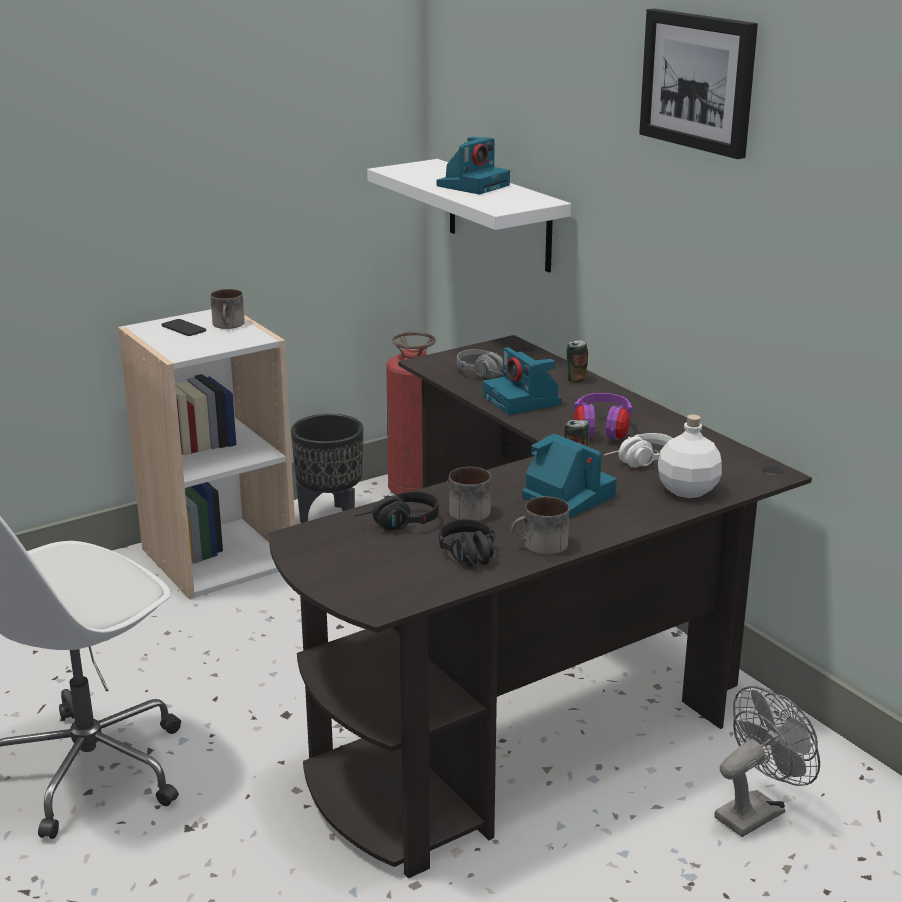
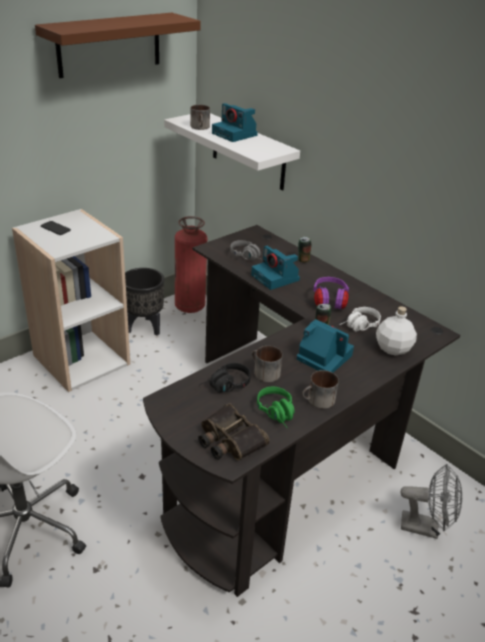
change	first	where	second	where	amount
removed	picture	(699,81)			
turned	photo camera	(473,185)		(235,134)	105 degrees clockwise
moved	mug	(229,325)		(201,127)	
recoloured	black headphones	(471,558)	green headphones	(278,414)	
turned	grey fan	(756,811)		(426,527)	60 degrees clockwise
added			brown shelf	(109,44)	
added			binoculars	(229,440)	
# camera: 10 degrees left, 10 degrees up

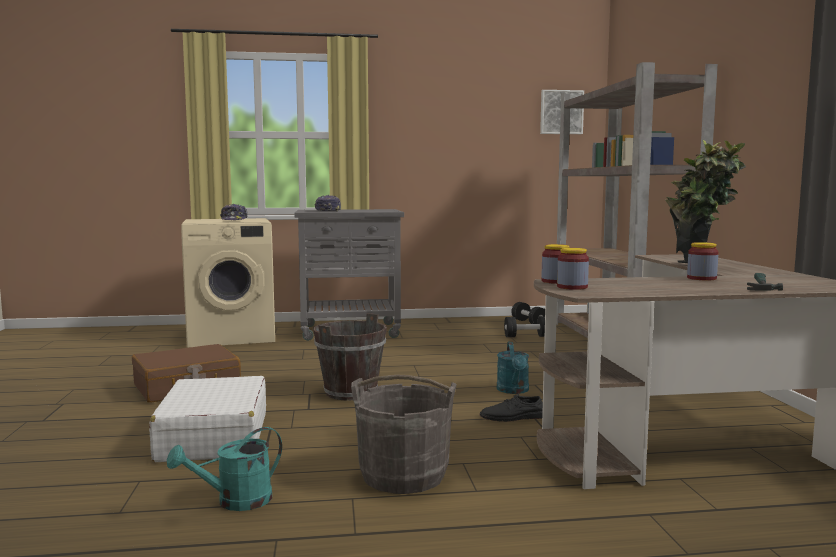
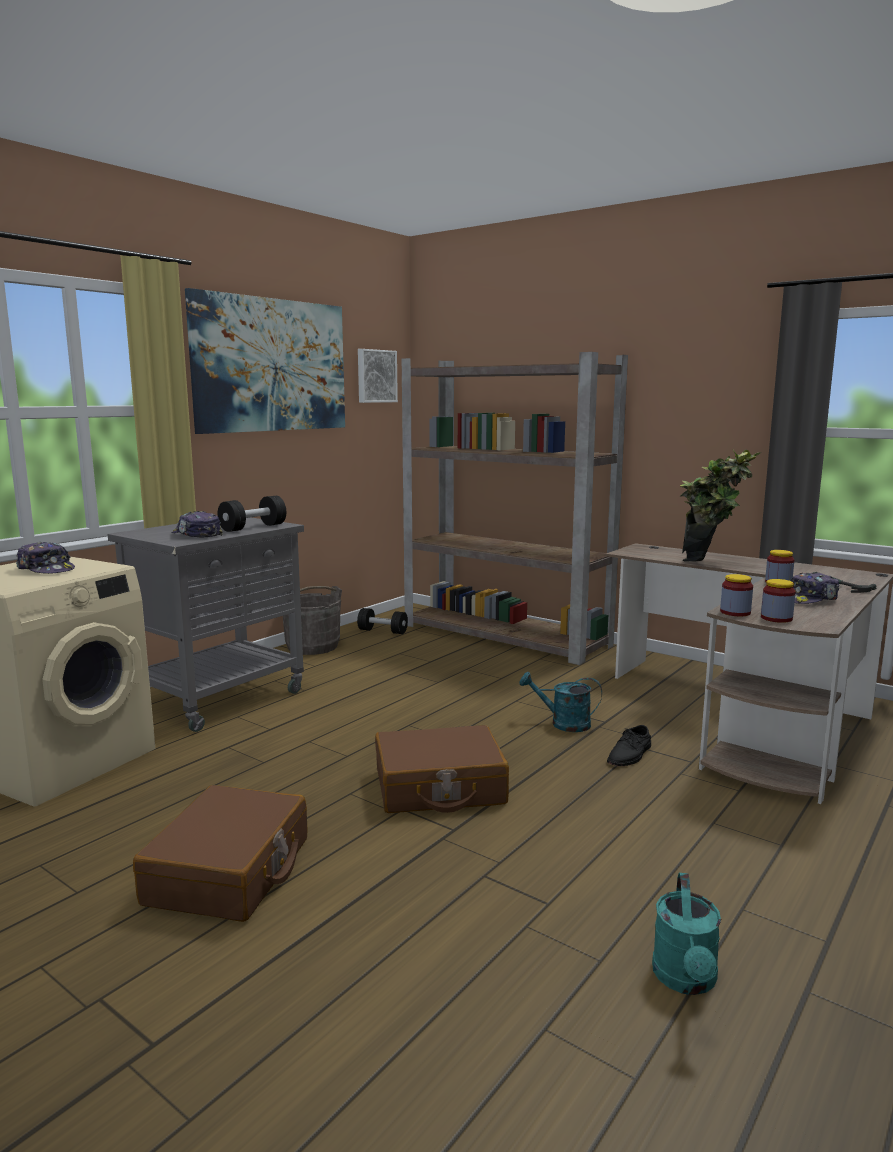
change	first	where	second	where	amount
replaced	brown bucket	(351,392)	brown suitcase	(439,787)	
moved	black dumbbell	(526,336)		(253,528)	
turned	turquoise watering can	(513,391)		(563,724)	150 degrees clockwise
moved	grey bucket	(403,475)		(312,647)	
removed	white suitcase	(213,437)			
added			picture	(271,365)	
added			cap	(809,599)	
# camera: 45 degrees left, 5 degrees up

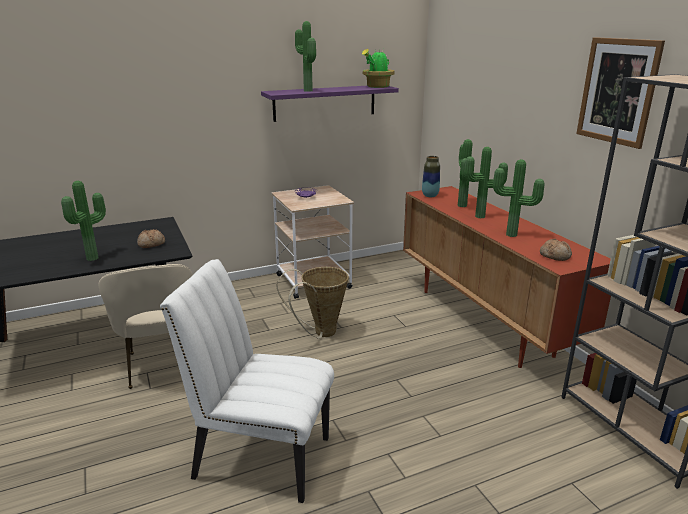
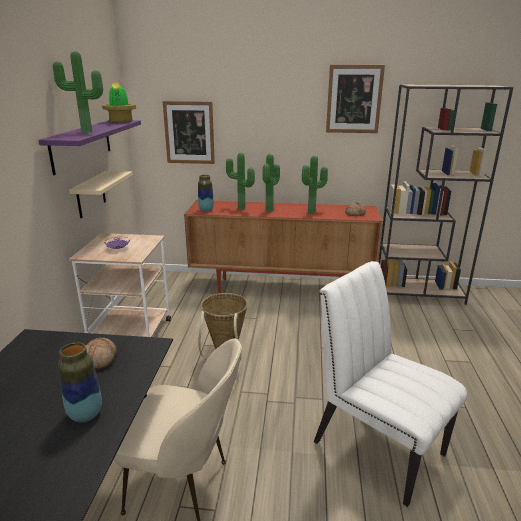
change	first	where	second	where	amount
replaced	potted plant	(94,258)	vase	(85,414)	
turned	white chair	(263,458)		(379,448)	90 degrees clockwise
added			picture	(189,132)	
added			beige shelf	(91,194)	
# camera: 60 degrees left, 0 degrees up

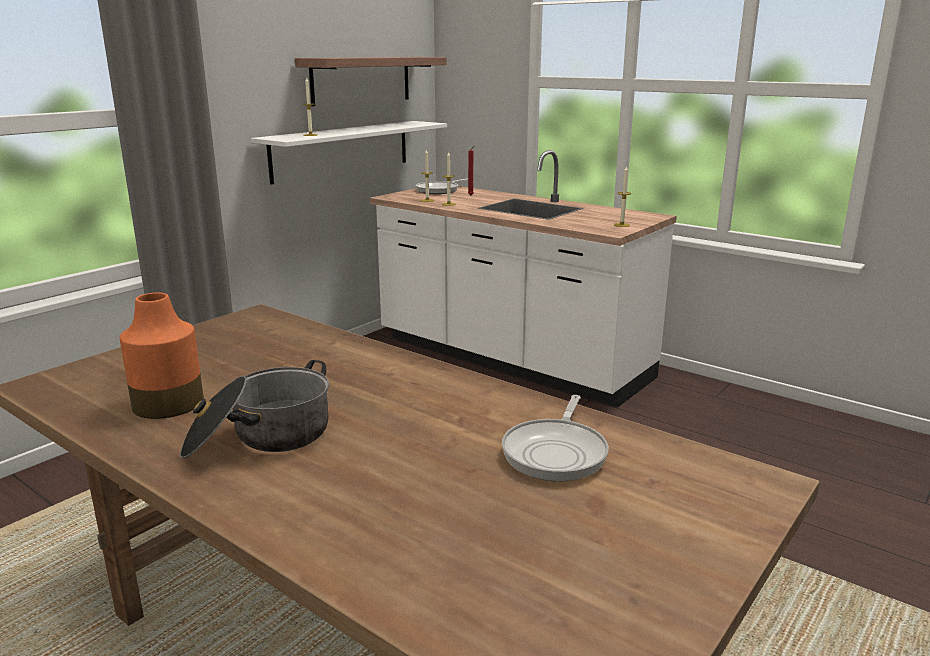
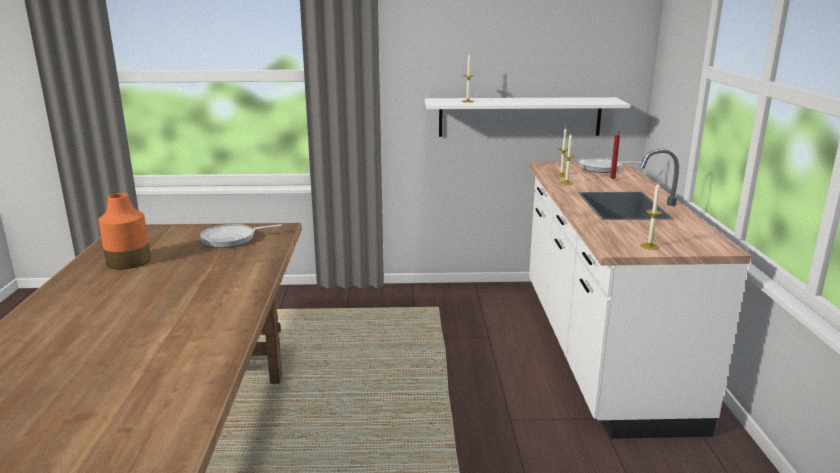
change	first	where	second	where	amount
removed	shelf	(361,80)			
removed	cooking pot	(260,438)			
moved	frying pan	(556,452)		(232,239)	
# camera: 50 degrees right, 0 degrees up

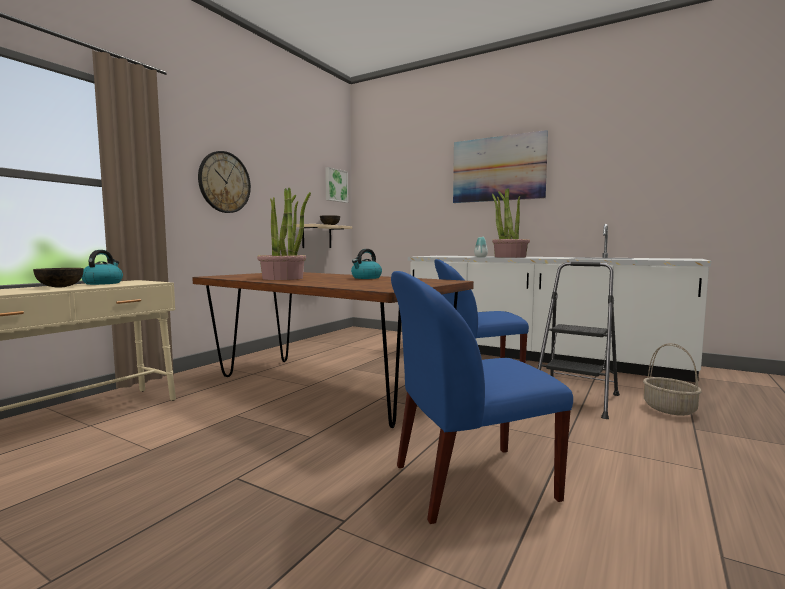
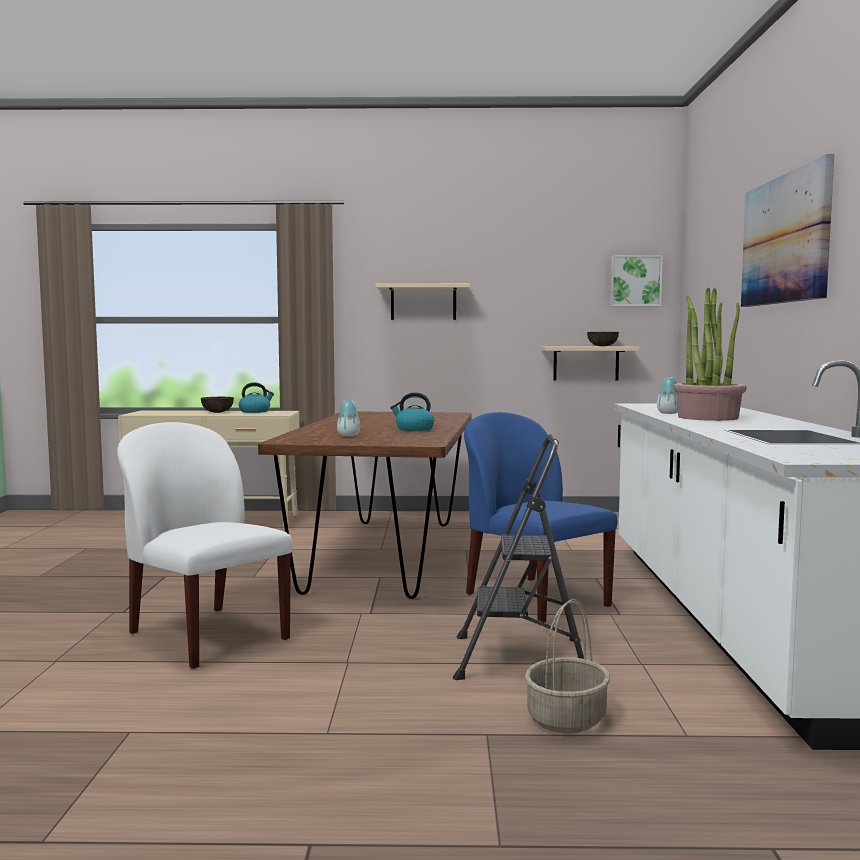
change	first	where	second	where	amount
replaced	wall clock	(224,182)	beige shelf	(423,302)	
removed	potted plant	(283,278)			
recoloured	blue chair	(469,483)	white chair	(206,635)	
added			vase	(348,435)	
# camera: 60 degrees right, 0 degrees up

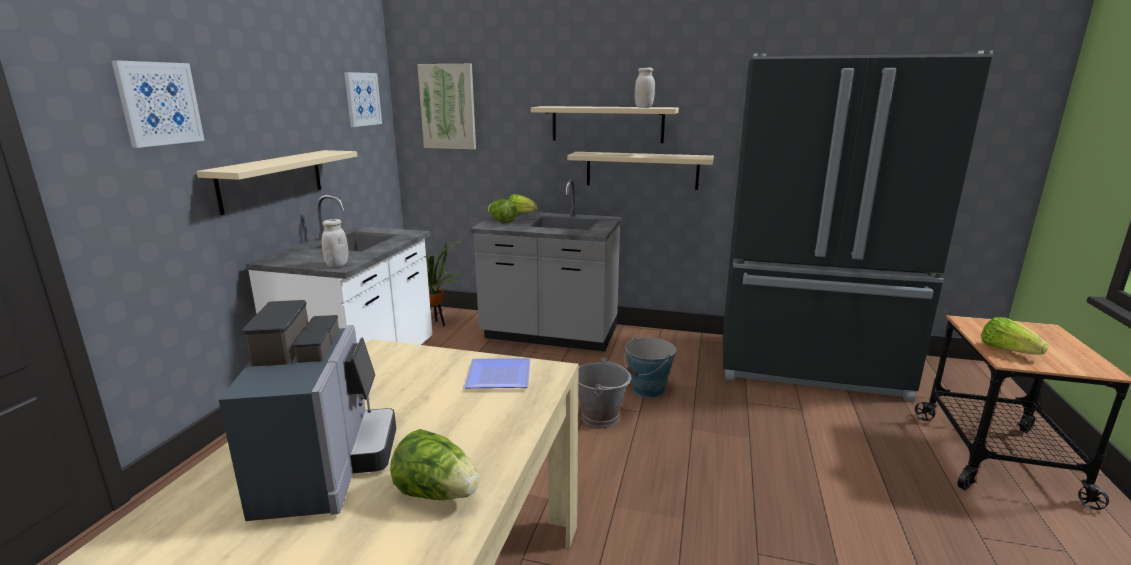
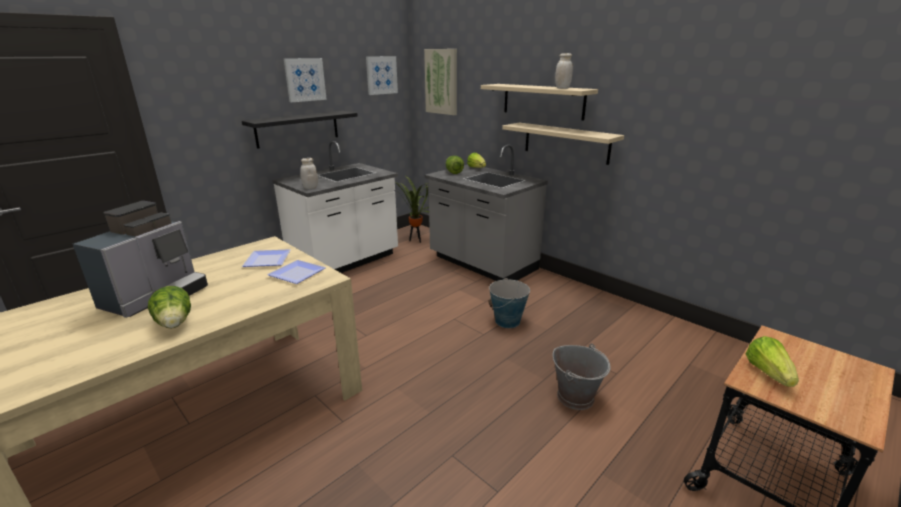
change	first	where	second	where	amount
removed	black fridge	(809,367)			
moved	picture	(159,103)		(305,79)	
recoloured	beige shelf	(272,180)	black shelf	(297,129)	
moved	grey bucket	(600,416)		(576,397)	
added			plate	(266,261)	
# camera: 30 degrees right, 5 degrees up

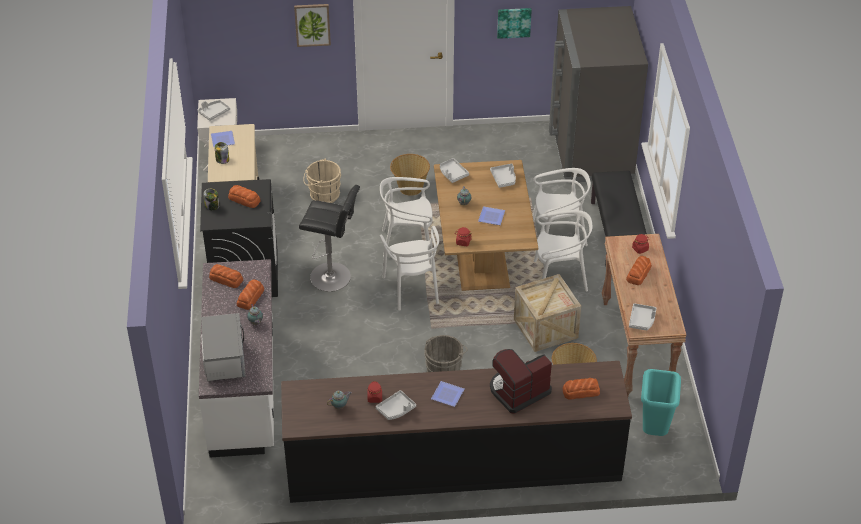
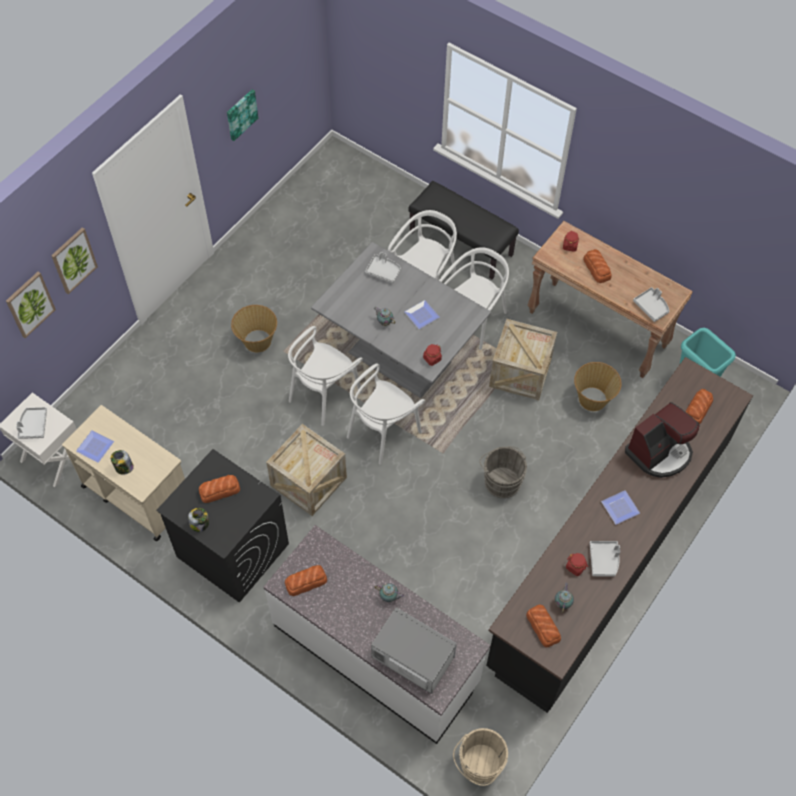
change	first	where	second	where	amount
removed	grey fridge	(591,151)			
removed	grey tray	(452,174)			
moved	beige bucket	(322,194)		(479,765)	
recoloured	brown dining table	(482,260)	grey dining table	(400,356)	
replaced	black stool	(333,277)	crate	(308,482)	
turned	white chair	(412,289)		(383,432)	105 degrees clockwise
moved	bread	(251,297)		(543,626)	
turned	coffee machine	(518,391)		(659,452)	135 degrees counterclockwise
added			picture	(30,304)	
# camera: 50 degrees left, 15 degrees up

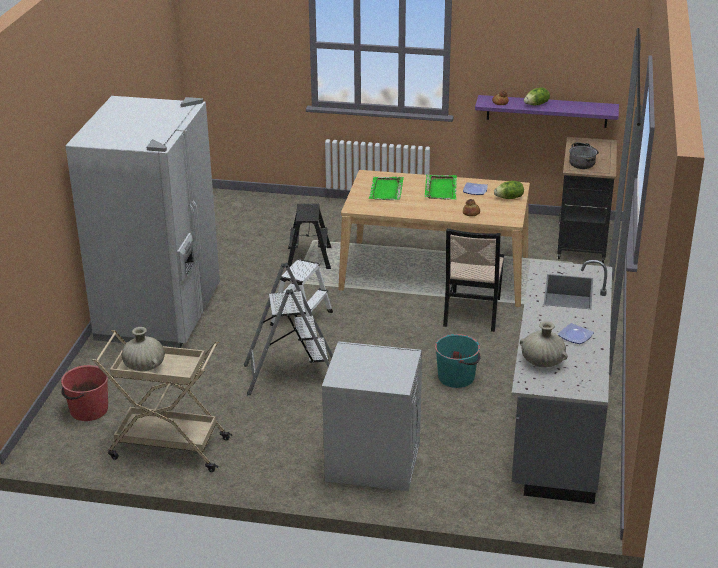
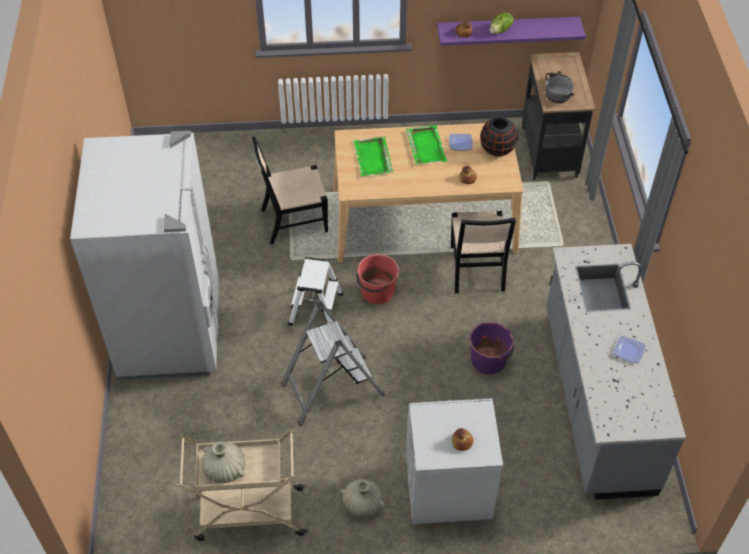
change	first	where	second	where	amount
replaced	lettuce	(509,198)	black vase	(497,149)	
replaced	black step ladder	(309,258)	chair	(294,221)	
moved	beige vase	(542,362)		(362,504)	
recoloured	turquoise bucket	(457,377)	purple bucket	(489,360)	
moved	red bucket	(88,410)		(377,292)	
added			bread	(462,442)	
# camera: 15 degrees left, 20 degrees up

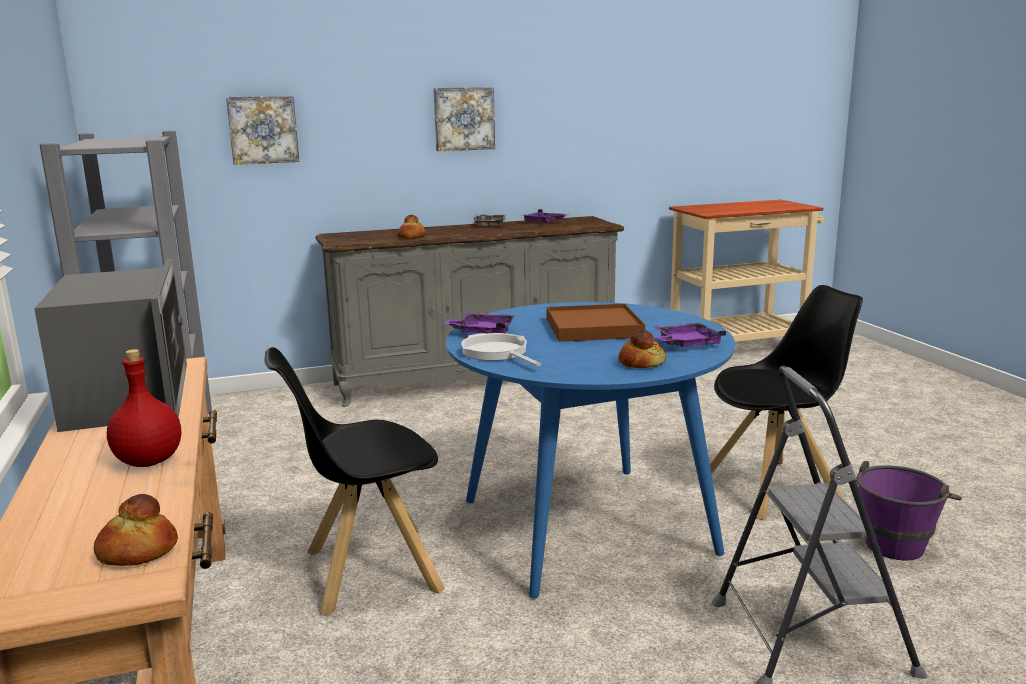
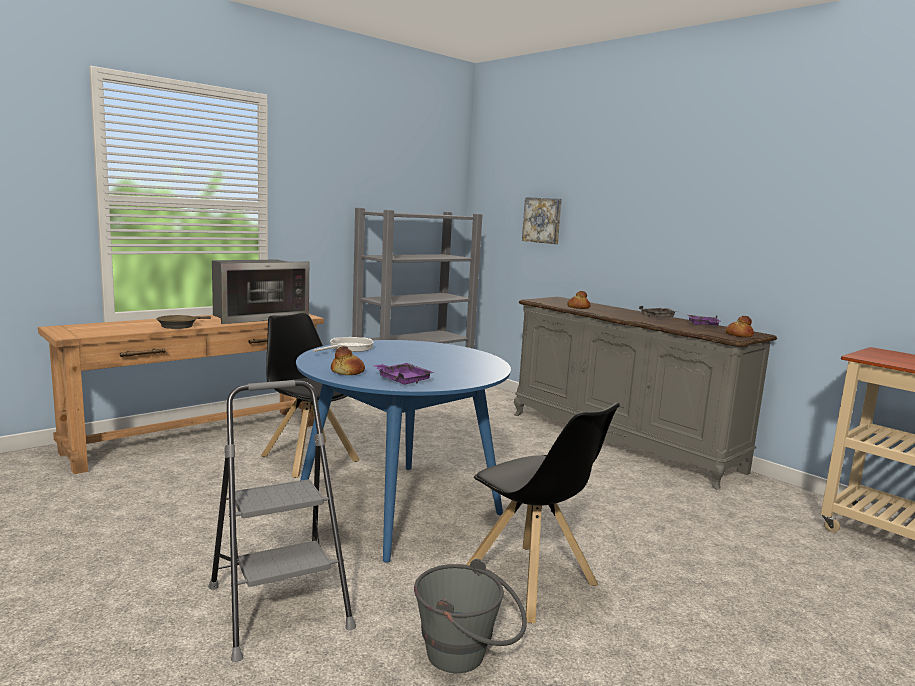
change	first	where	second	where	amount
removed	picture	(463,119)			
removed	brown tray	(594,328)			
removed	purple tray	(482,332)			
replaced	red bottle	(149,462)	brown frying pan	(179,325)	
recoloured	purple bucket	(898,541)	grey bucket	(467,657)	
moved	bread	(136,552)		(738,335)	
# camera: 65 degrees right, 5 degrees down

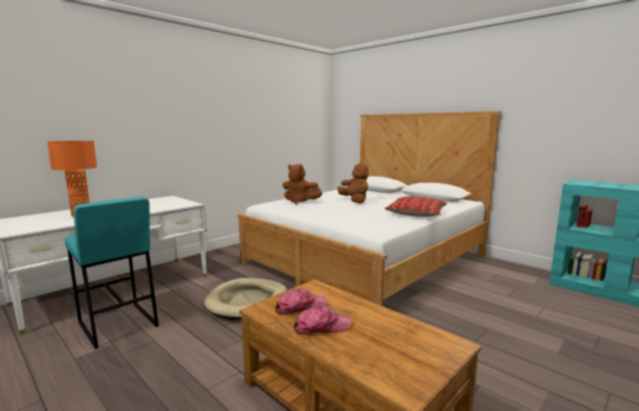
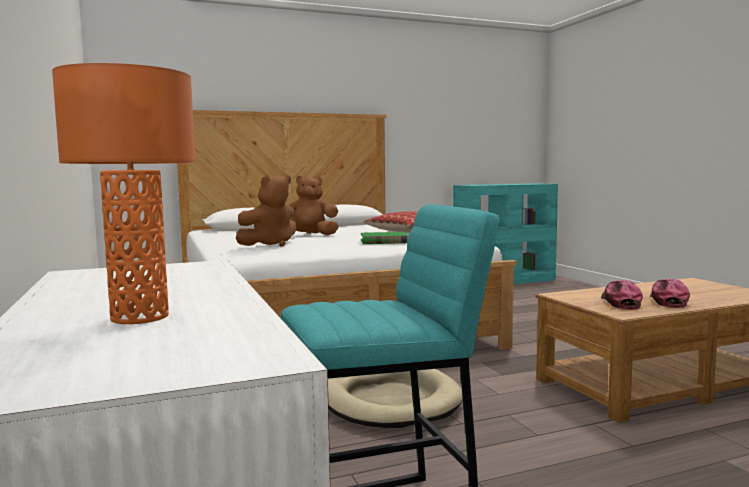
change	first	where	second	where	amount
added			green book	(384,241)	
# camera: 65 degrees left, 5 degrees down

